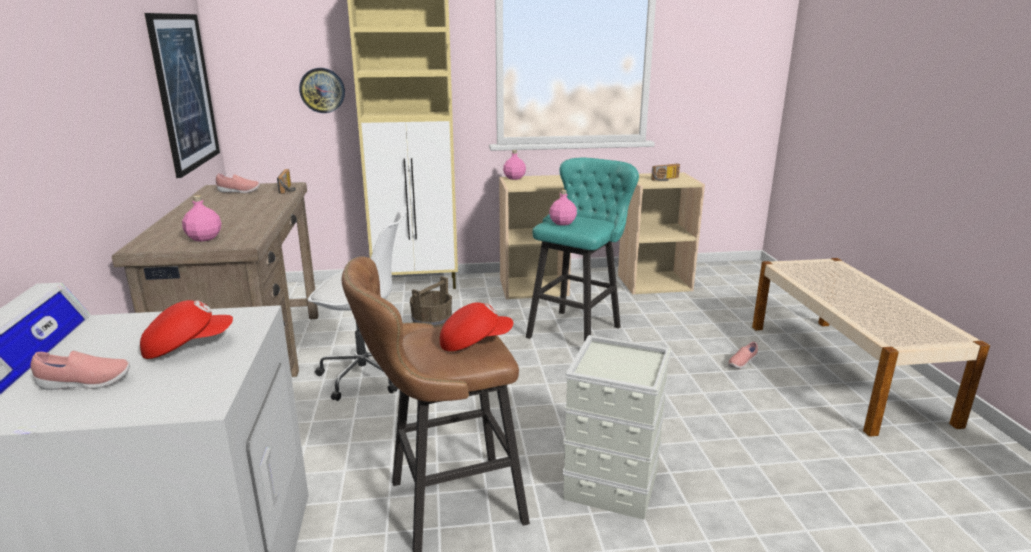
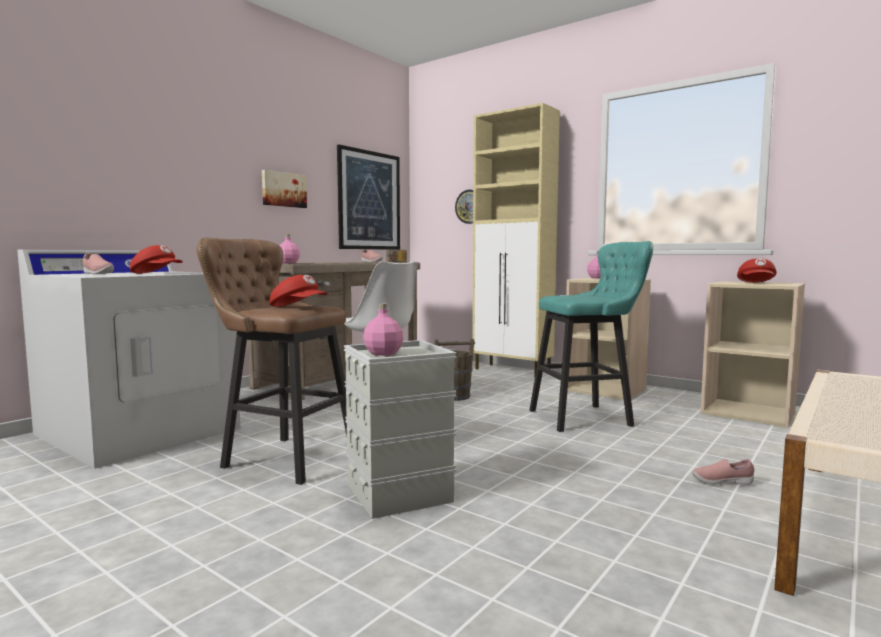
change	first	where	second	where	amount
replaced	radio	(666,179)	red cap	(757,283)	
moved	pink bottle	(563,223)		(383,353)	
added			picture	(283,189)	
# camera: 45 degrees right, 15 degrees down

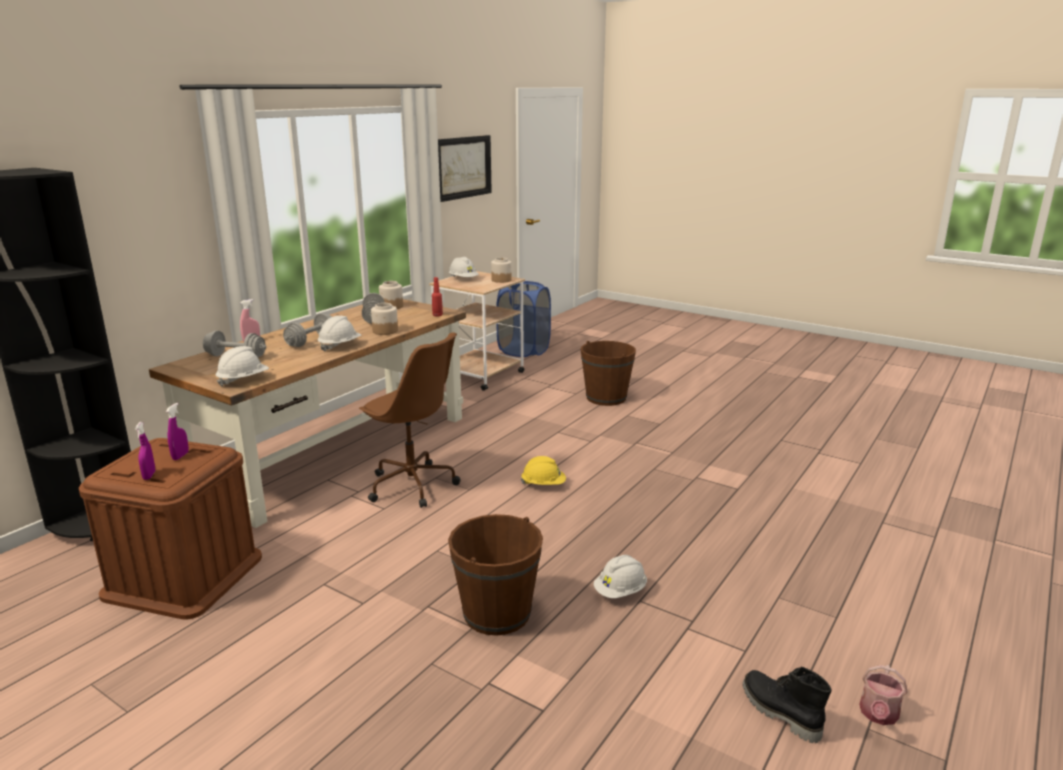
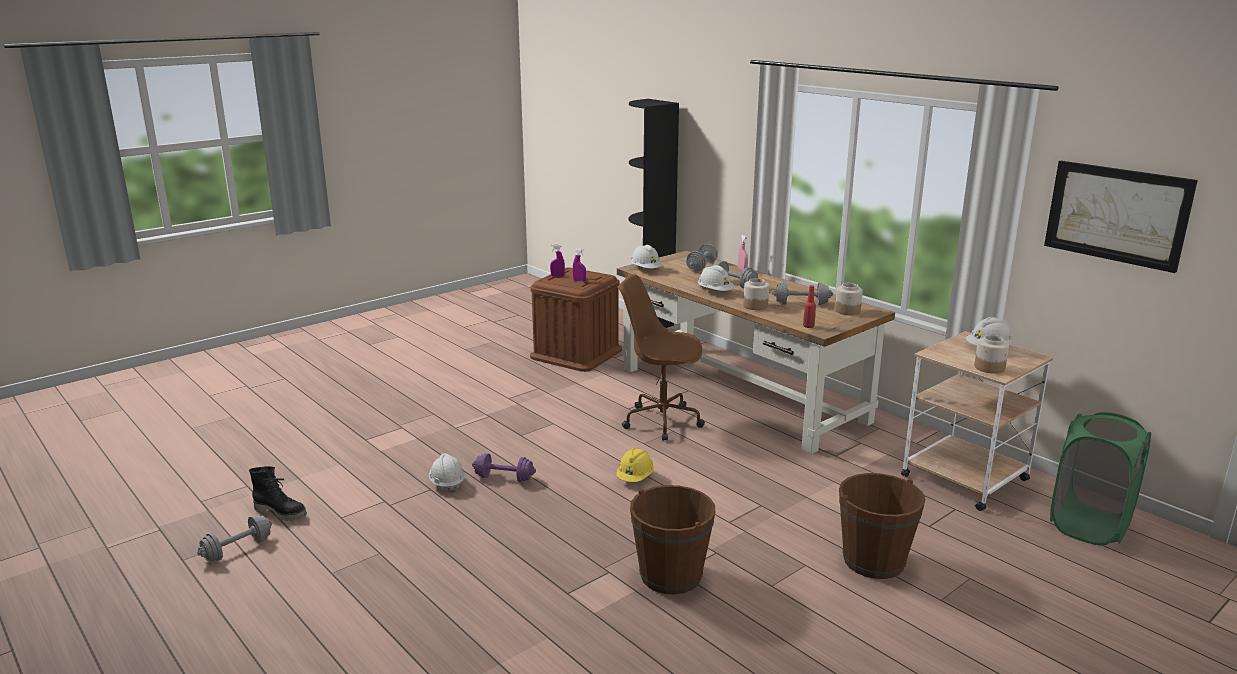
change	first	where	second	where	amount
recoloured	blue laundry basket	(523,350)	green laundry basket	(1089,525)	
turned	brown office chair	(414,486)		(660,421)	60 degrees clockwise
moved	brown bucket	(496,613)		(671,575)	
replaced	watering can	(878,715)	grey dumbbell	(237,549)	
turned	black boot	(779,713)		(281,512)	45 degrees clockwise
added			purple dumbbell	(504,478)	
# camera: 105 degrees right, 0 degrees up

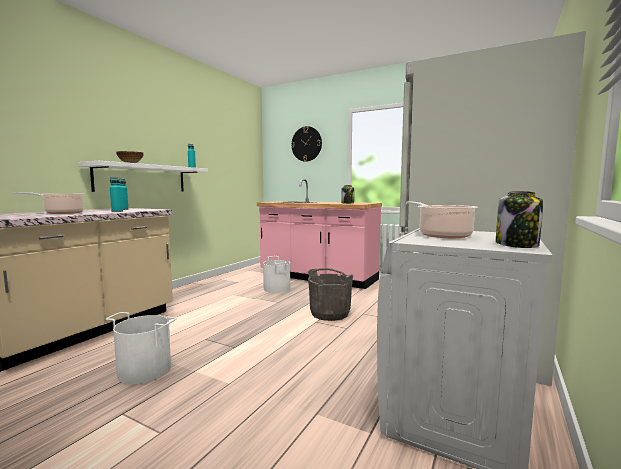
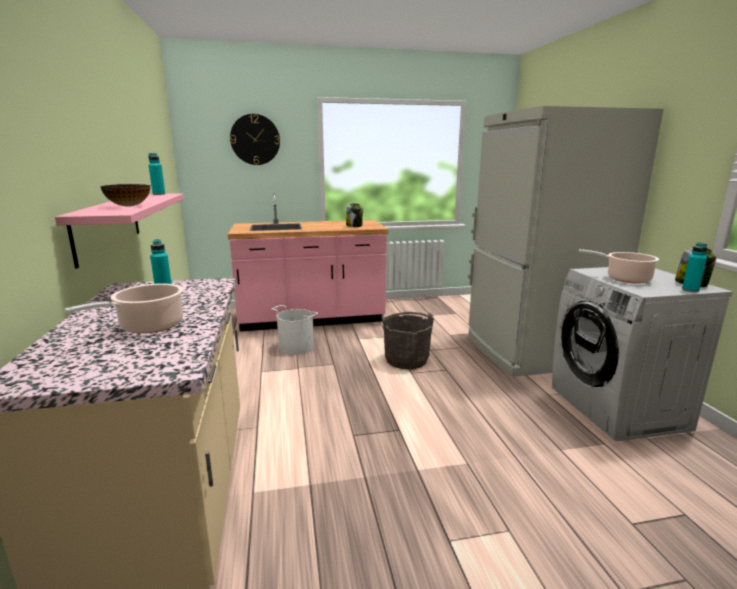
change	first	where	second	where	amount
recoloured	white shelf	(142,178)	pink shelf	(108,225)	
moved	turquoise bottle	(117,211)		(690,290)	
removed	white bucket	(145,370)			
# camera: 40 degrees left, 10 degrees up

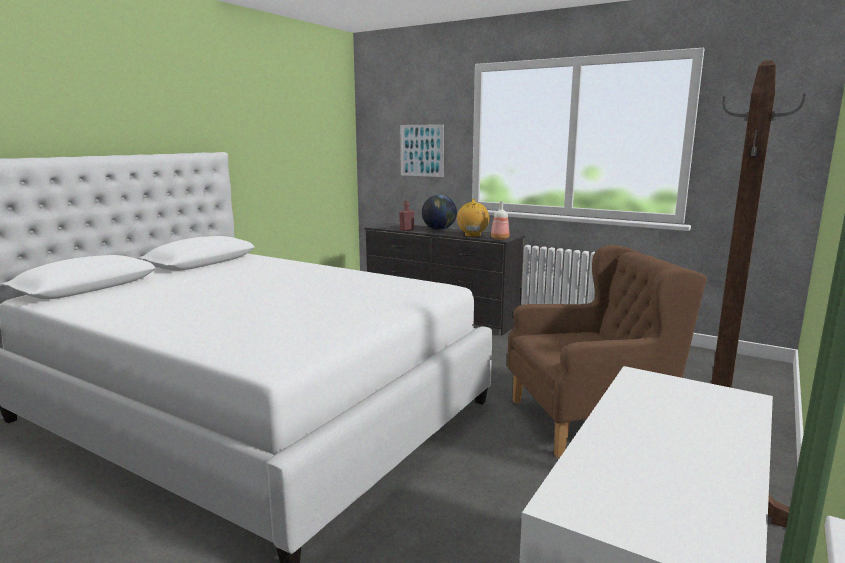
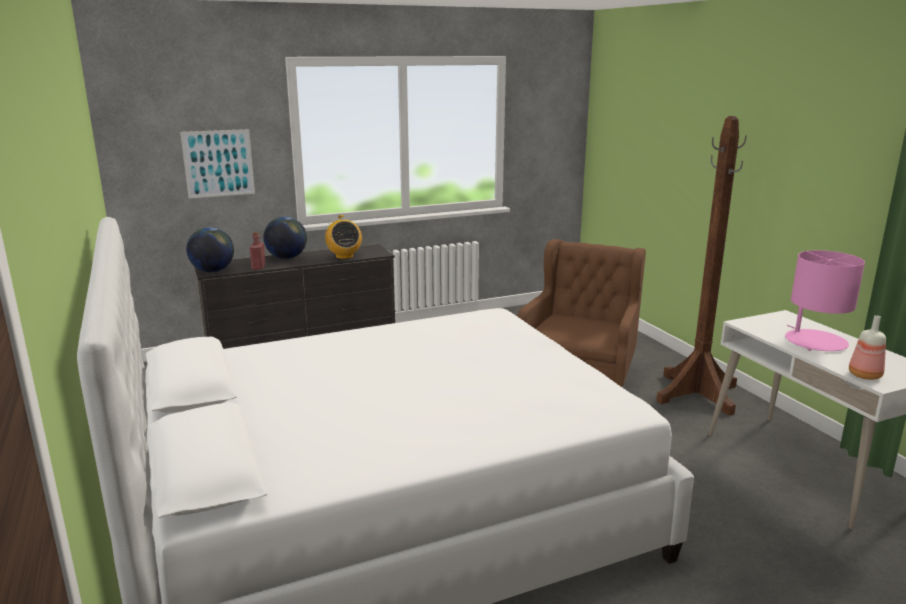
change	first	where	second	where	amount
turned	radio	(472,235)		(344,256)	150 degrees counterclockwise
moved	bottle	(499,239)		(865,376)	
added			globe	(212,271)	
added			pink table lamp	(815,341)	
# camera: 55 degrees left, 5 degrees up

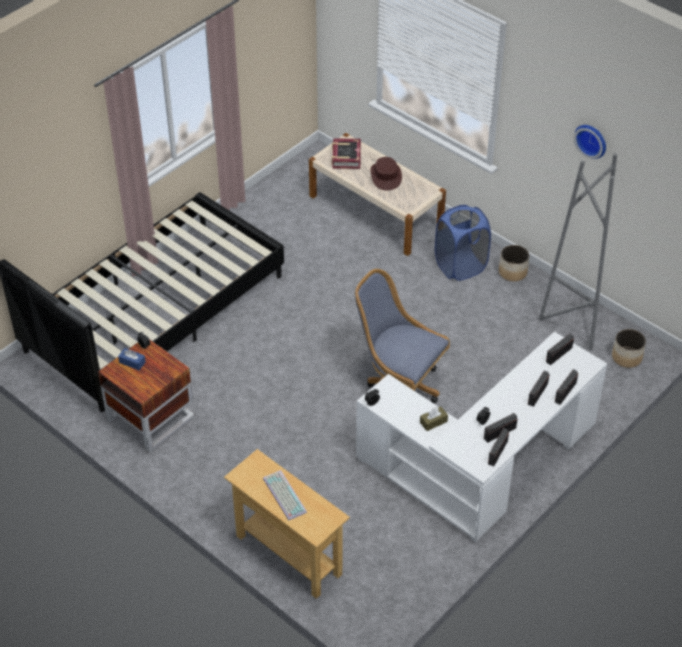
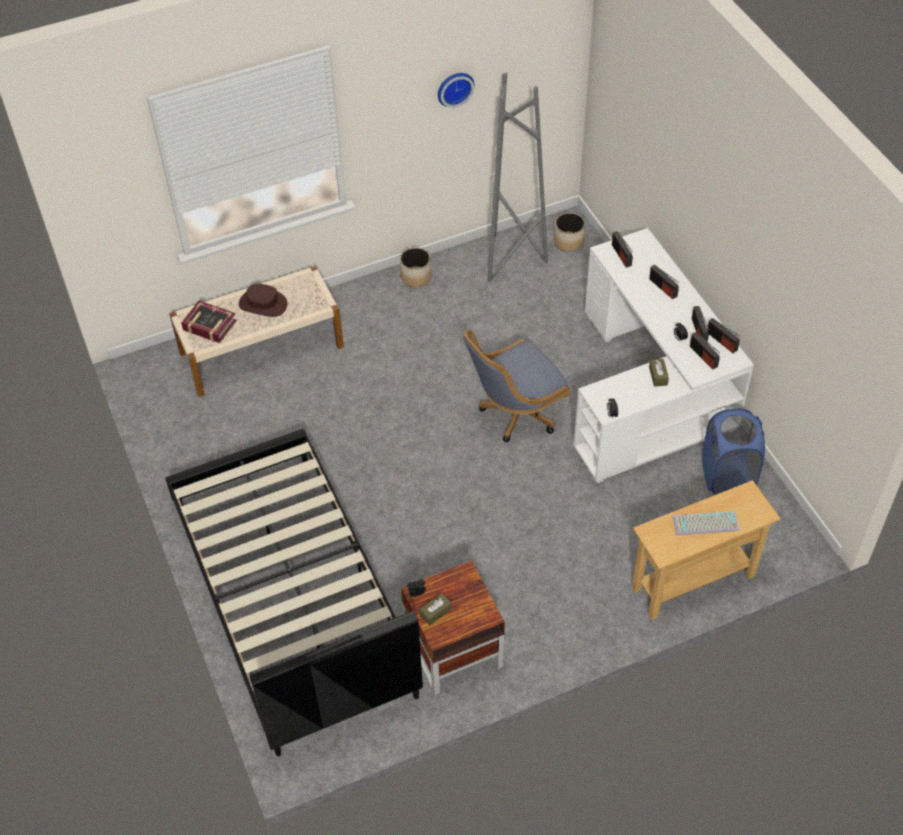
change	first	where	second	where	amount
moved	blue laundry basket	(460,266)		(727,477)	
recoloured	blue tissue box	(132,362)	brown tissue box	(436,612)	
moved	radio	(565,392)		(703,356)	
# camera: 65 degrees left, 5 degrees up

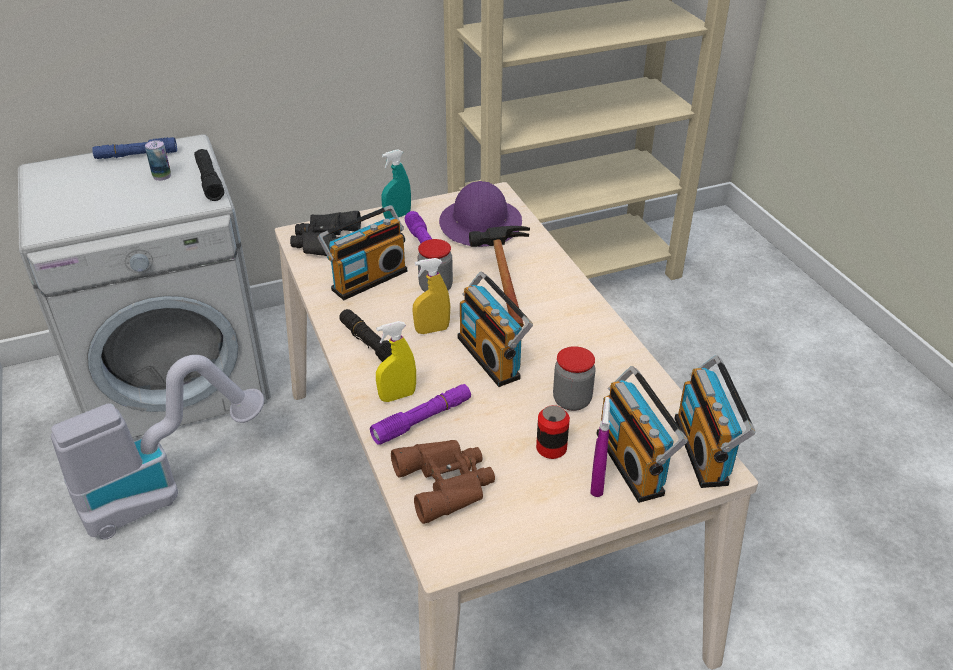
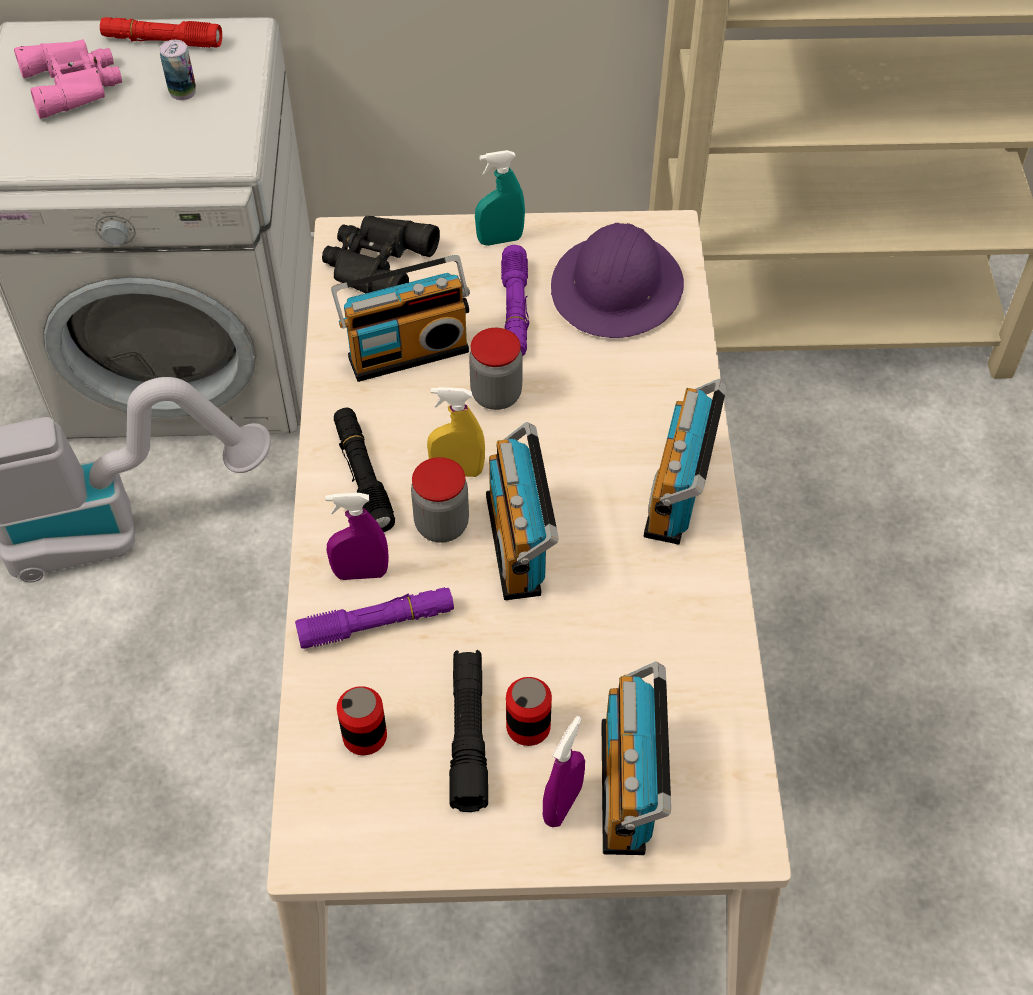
change	first	where	second	where	amount
recoloured	blue flashlight	(136,155)	red flashlight	(162,41)	
moved	black flashlight	(209,181)		(468,735)	
removed	hammer	(501,283)			
recoloured	yellow spray bottle	(397,396)	purple spray bottle	(361,573)	
moved	jar	(572,400)		(441,525)	
moved	radio	(705,450)		(680,493)	
replaced	brown binoculars	(447,482)	can	(364,736)	
added			pink binoculars	(74,84)	
# camera: 20 degrees right, 15 degrees up

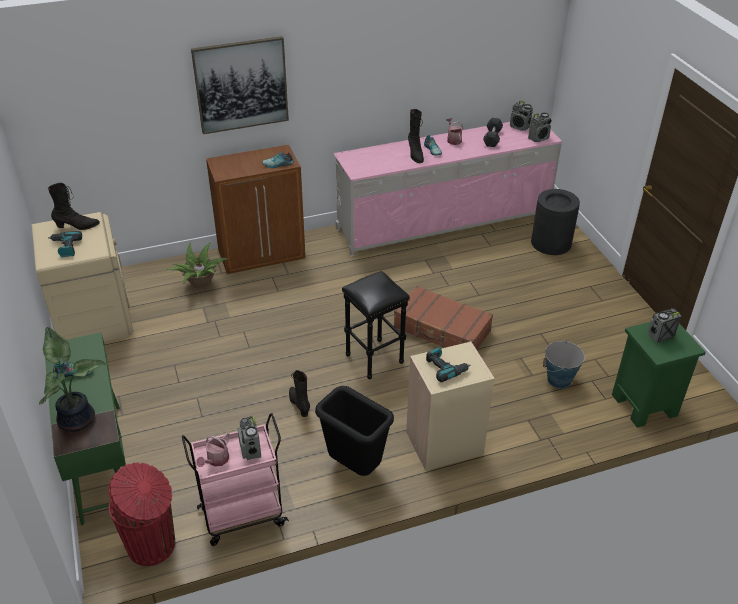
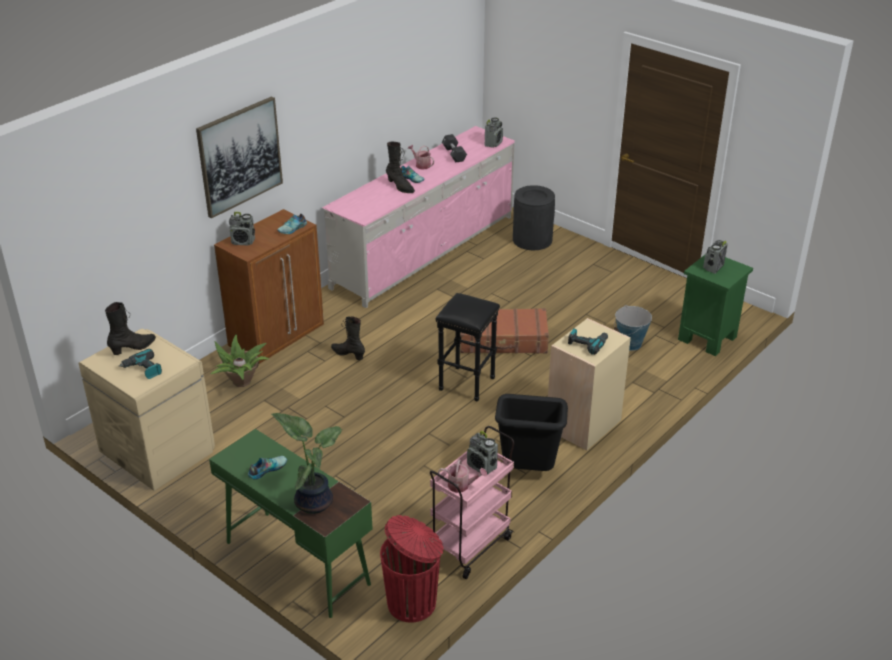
change	first	where	second	where	amount
moved	radio	(519,127)		(243,242)	
moved	black boot	(299,404)		(348,354)	
turned	watering can	(216,460)		(461,485)	75 degrees counterclockwise
# camera: 30 degrees left, 5 degrees down

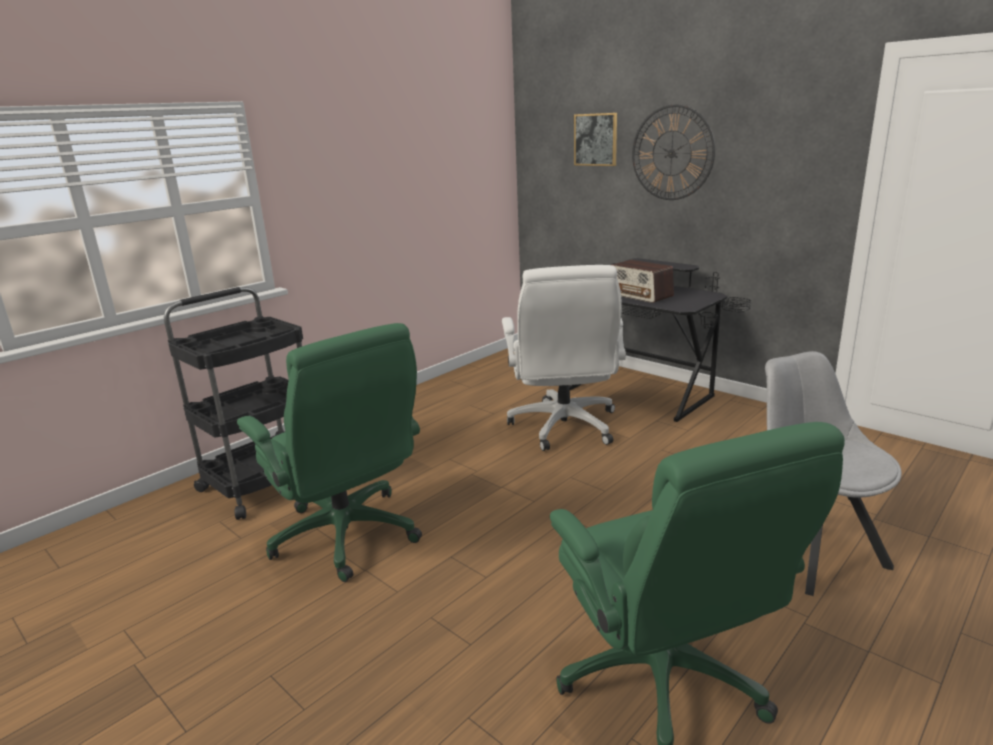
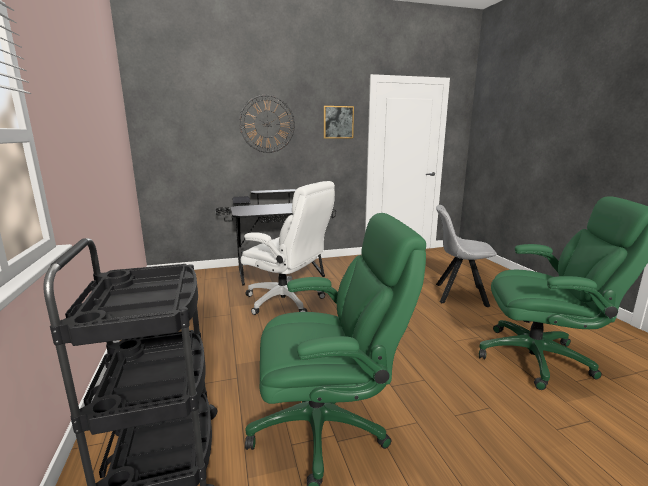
change	first	where	second	where	amount
moved	picture	(595,139)		(338,122)	
removed	radio	(640,295)			
# camera: 60 degrees left, 5 degrees down

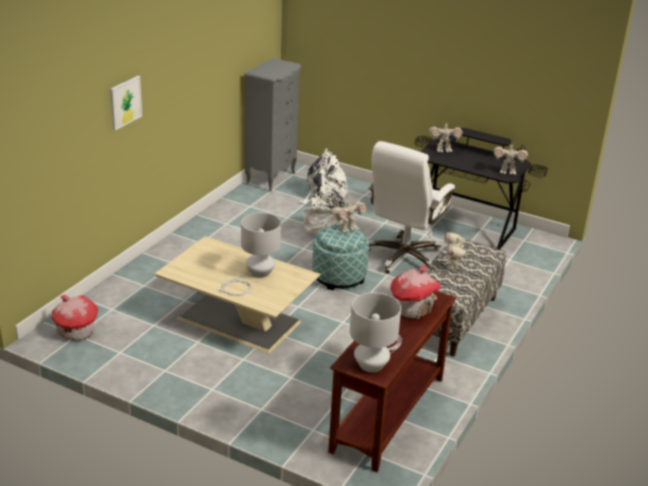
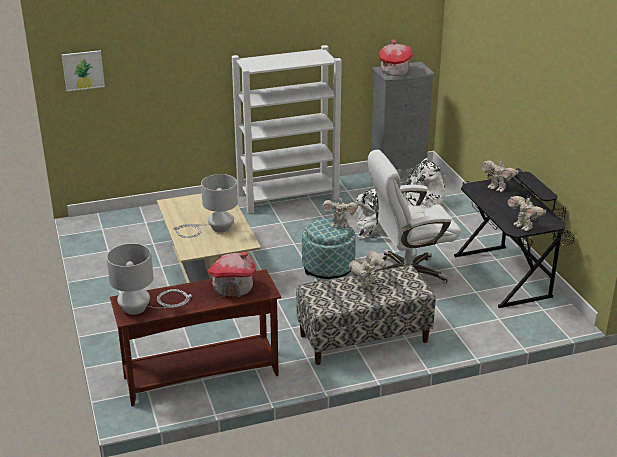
change	first	where	second	where	amount
moved	picture	(125,102)		(83,70)	
moved	toy house	(76,331)		(395,71)	
added			white bookcase	(288,196)	
# camera: 45 degrees right, 0 degrees up

